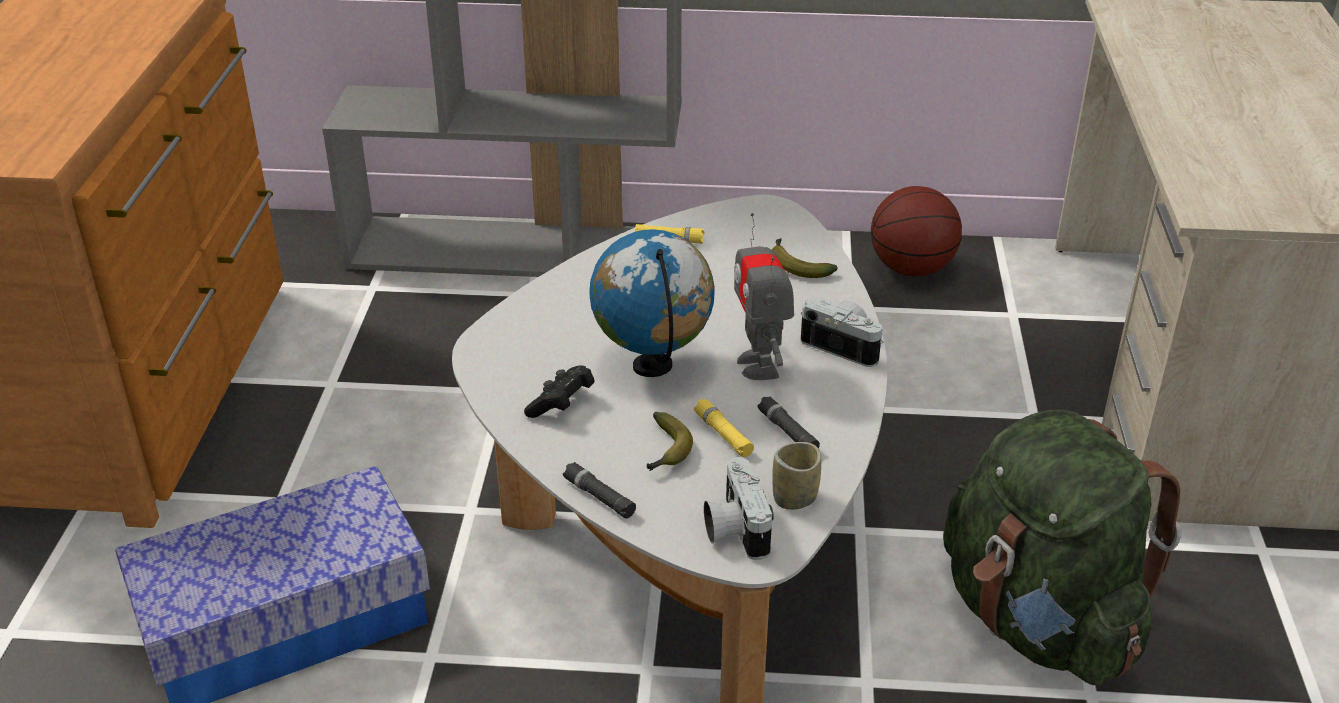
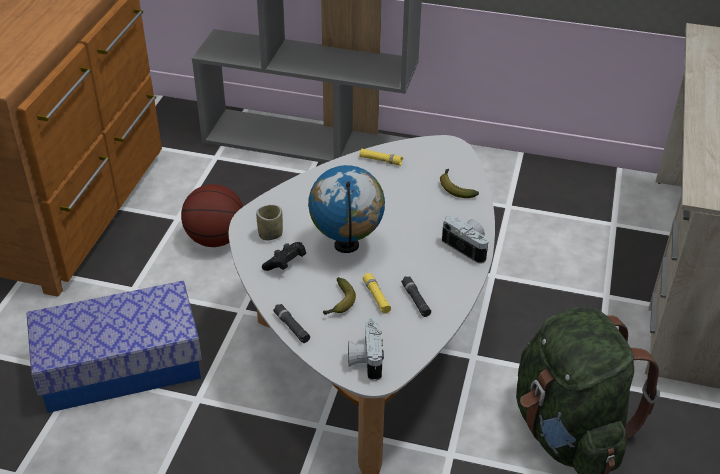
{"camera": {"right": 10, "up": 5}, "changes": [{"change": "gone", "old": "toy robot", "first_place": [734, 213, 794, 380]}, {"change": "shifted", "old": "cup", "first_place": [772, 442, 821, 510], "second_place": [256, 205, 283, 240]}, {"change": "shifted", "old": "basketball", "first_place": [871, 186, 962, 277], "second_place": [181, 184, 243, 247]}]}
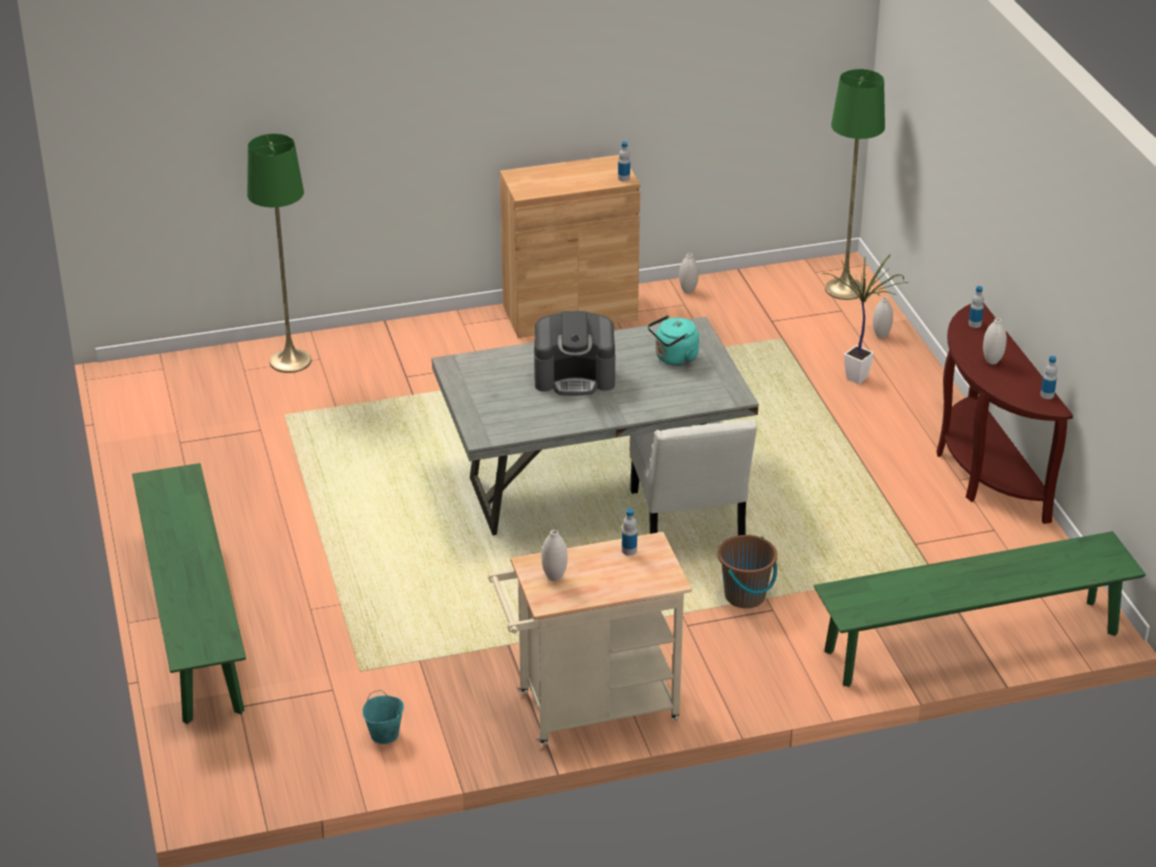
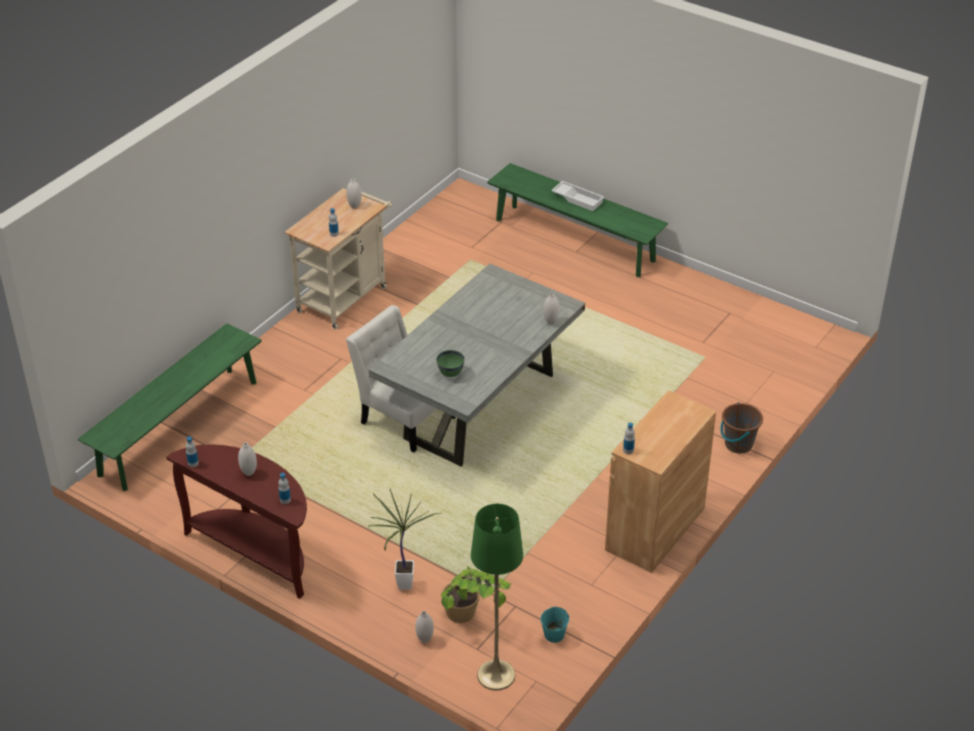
{"camera": {"right": 140, "up": 5}, "changes": [{"change": "gone", "old": "floor lamp/green", "first_place": [247, 134, 312, 373]}, {"change": "shifted", "old": "bucket/turquoise", "first_place": [362, 690, 404, 744], "second_place": [541, 606, 569, 643]}, {"change": "gone", "old": "coffee machine", "first_place": [534, 311, 615, 396]}, {"change": "swapped", "old": "kettle/turquoise", "new": "bowl/green", "first_place": [648, 315, 699, 366], "second_place": [436, 350, 465, 377]}, {"change": "shifted", "old": "vase/white", "first_place": [679, 253, 699, 294], "second_place": [543, 293, 560, 325]}, {"change": "shifted", "old": "bucket/brown", "first_place": [717, 535, 777, 608], "second_place": [720, 402, 763, 453]}, {"change": "new", "new": "potted plant", "second_place": [441, 566, 511, 623]}, {"change": "new", "new": "tray/white", "second_place": [551, 181, 604, 211]}]}
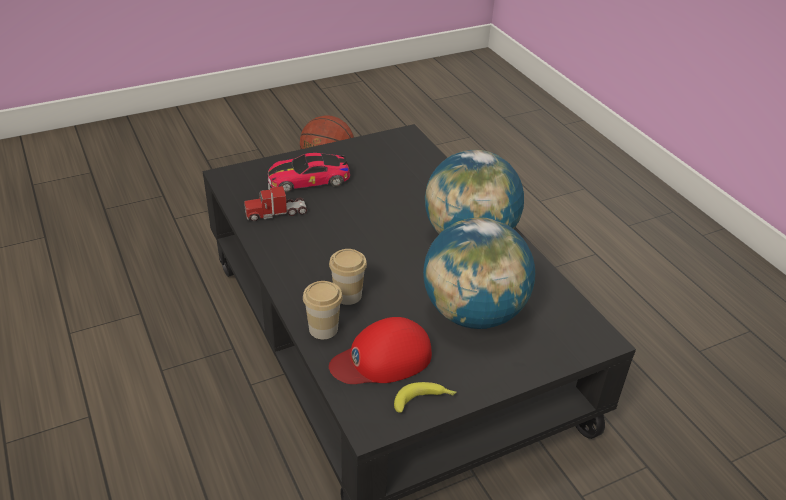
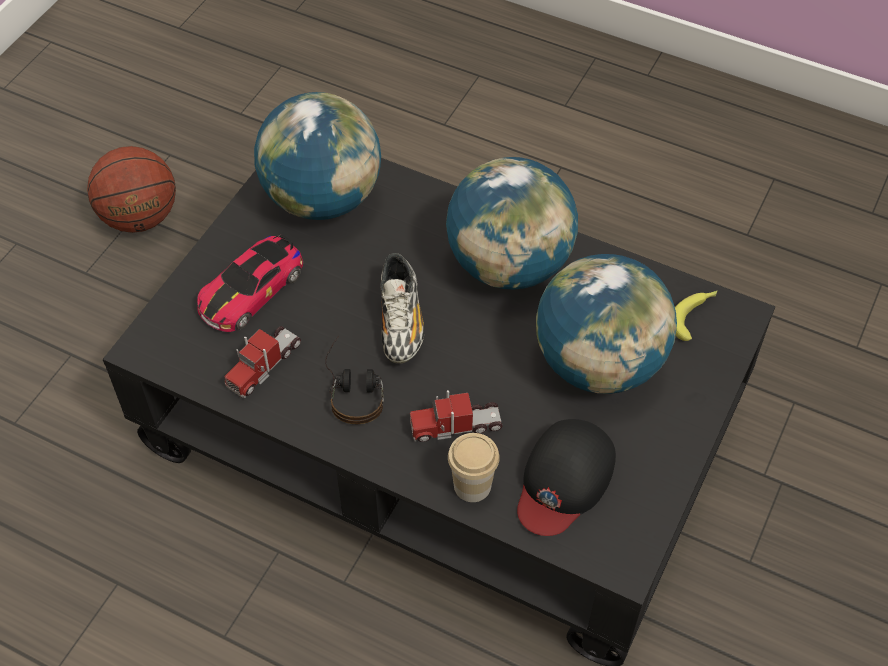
{"camera": {"right": -35, "up": 15}, "changes": [{"change": "swapped", "old": "cup", "new": "toy truck", "first_place": [329, 249, 367, 305], "second_place": [410, 390, 503, 442]}, {"change": "repainted", "old": "cap/red", "new": "cap/black", "first_place": [329, 317, 432, 384], "second_place": [517, 419, 616, 536]}, {"change": "shifted", "old": "banana", "first_place": [394, 382, 457, 413], "second_place": [675, 291, 717, 341]}, {"change": "new", "new": "globe", "second_place": [254, 92, 381, 220]}, {"change": "new", "new": "headphones", "second_place": [325, 336, 384, 424]}, {"change": "new", "new": "shoe", "second_place": [380, 253, 424, 363]}]}
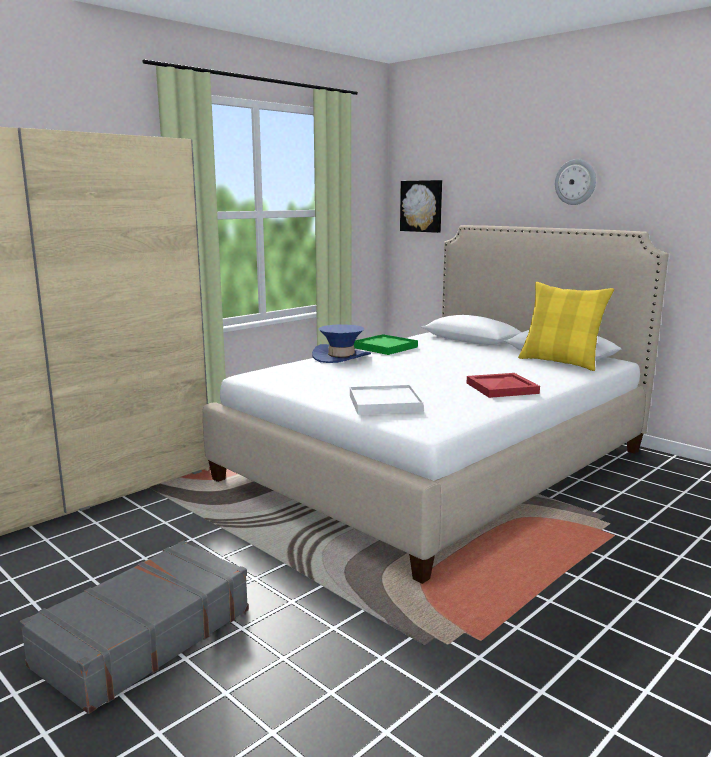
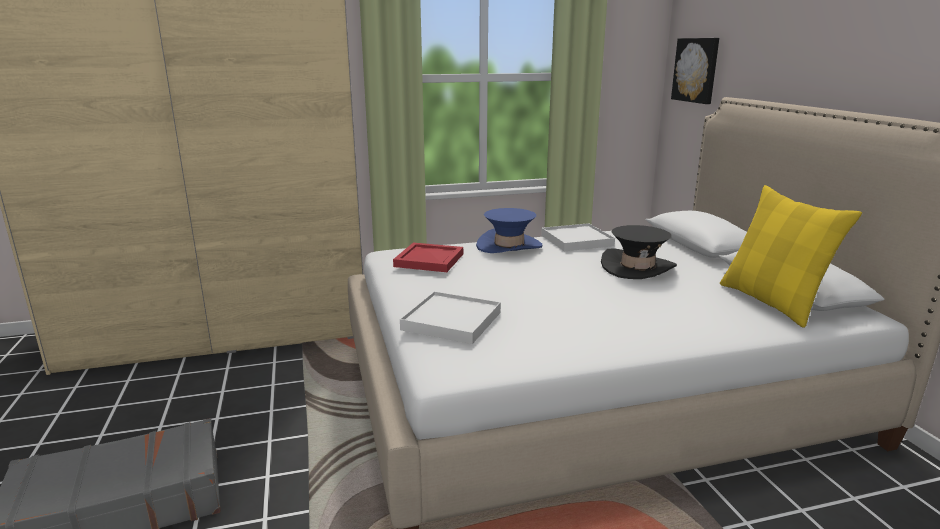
{"camera": {"right": 30, "up": 5}, "changes": [{"change": "repainted", "old": "tray/green", "new": "tray/white", "first_place": [354, 334, 418, 355], "second_place": [541, 223, 615, 251]}, {"change": "shifted", "old": "tray/red", "first_place": [467, 373, 540, 398], "second_place": [393, 243, 463, 272]}, {"change": "gone", "old": "wall clock", "first_place": [555, 159, 596, 205]}, {"change": "new", "new": "hat/black", "second_place": [601, 225, 677, 279]}]}
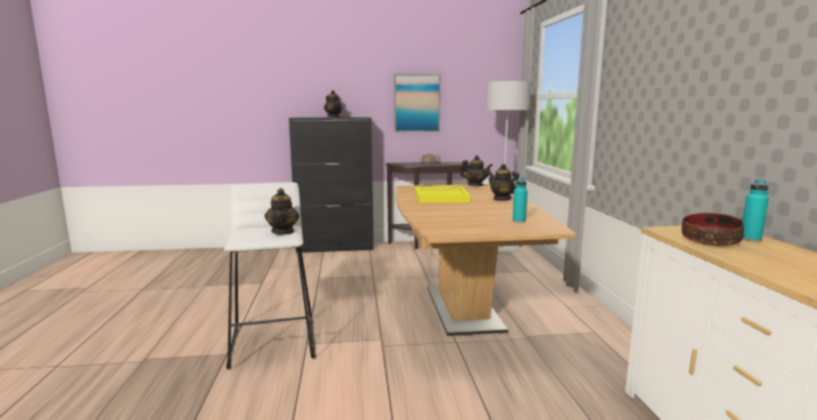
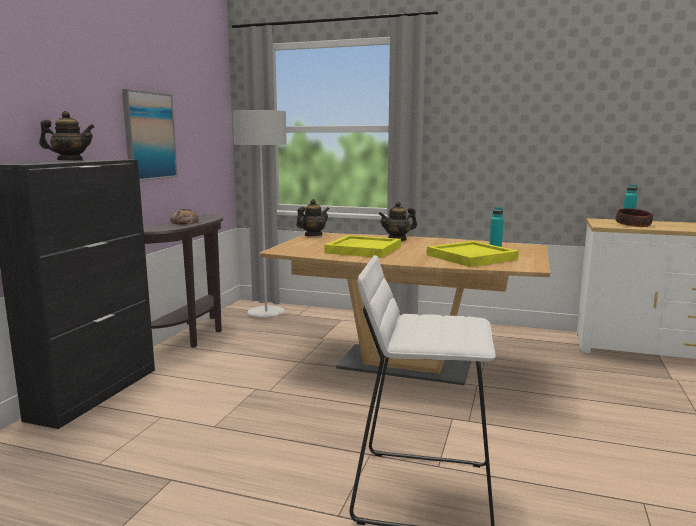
{"camera": {"right": -65, "up": 0}, "changes": [{"change": "gone", "old": "teapot", "first_place": [265, 188, 299, 235]}, {"change": "new", "new": "tray/yellow", "second_place": [427, 241, 519, 267]}]}
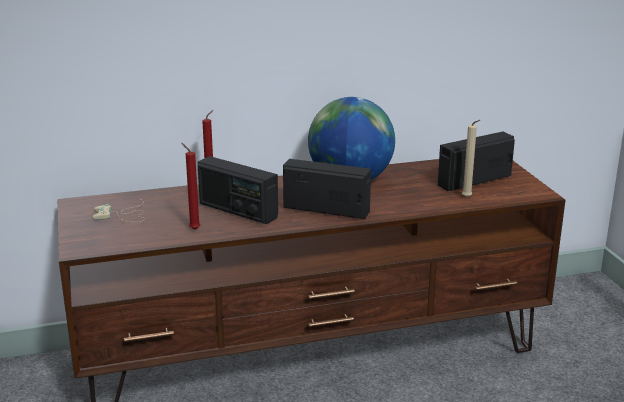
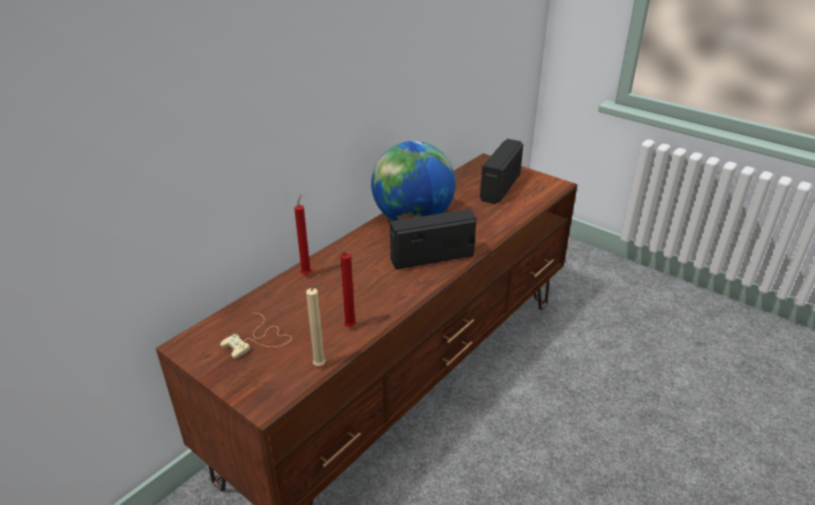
{"camera": {"right": -35, "up": 10}, "changes": [{"change": "gone", "old": "radio", "first_place": [198, 156, 278, 224]}, {"change": "shifted", "old": "candle/beige", "first_place": [462, 120, 480, 198], "second_place": [306, 283, 326, 366]}]}
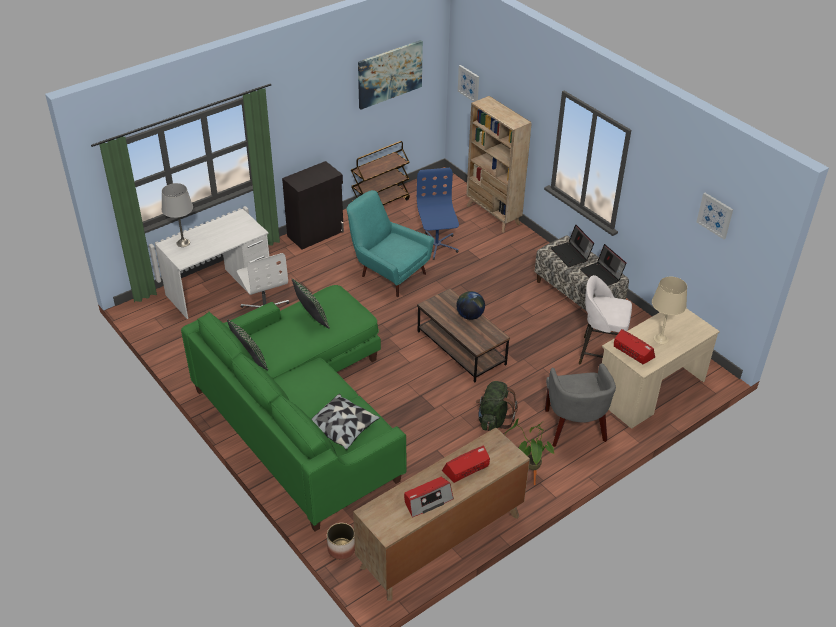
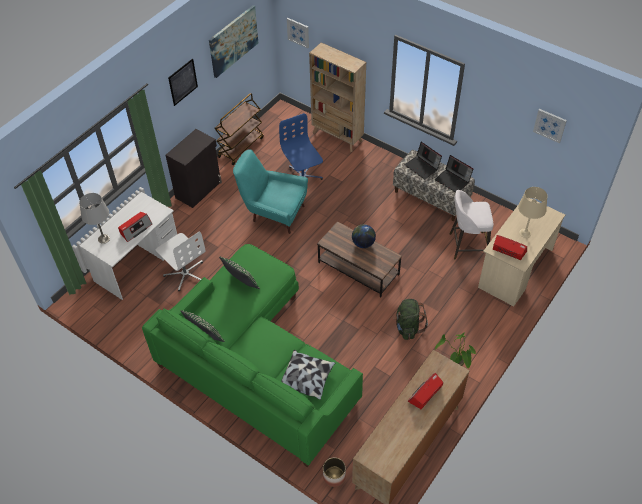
{"camera": {"right": -15, "up": 10}, "changes": [{"change": "shifted", "old": "radio", "first_place": [404, 477, 454, 517], "second_place": [118, 212, 152, 242]}, {"change": "gone", "old": "armchair/grey", "first_place": [545, 363, 616, 447]}, {"change": "new", "new": "picture", "second_place": [168, 58, 198, 106]}]}
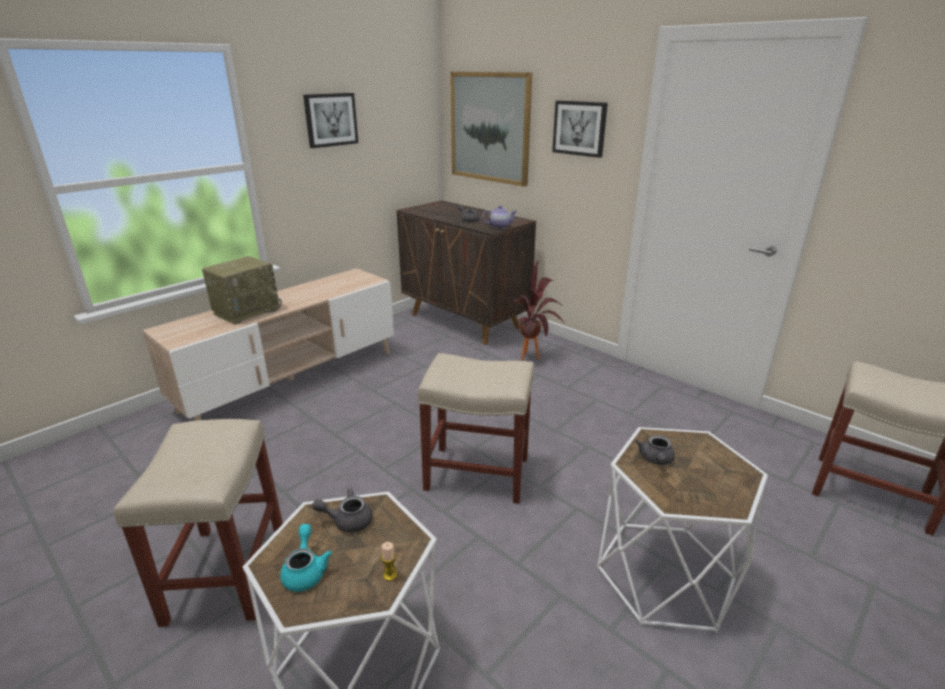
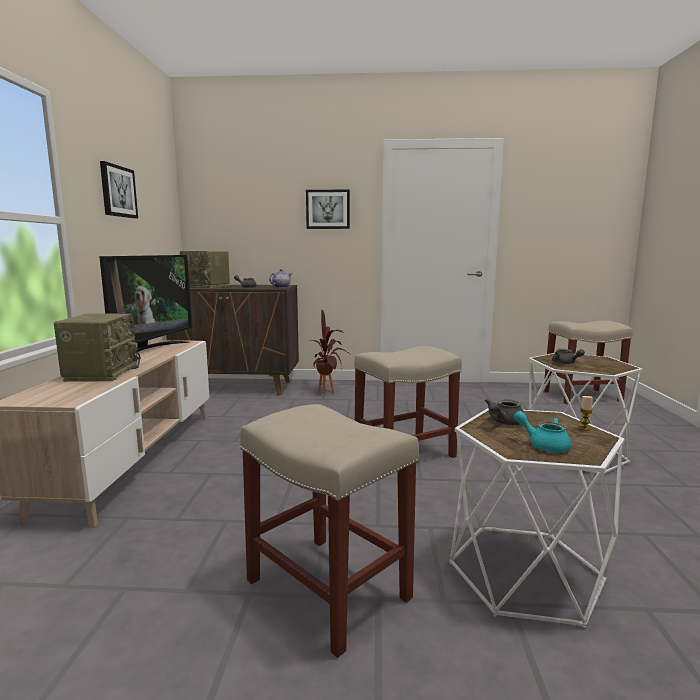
{"camera": {"right": -40, "up": -15}, "changes": [{"change": "gone", "old": "picture", "first_place": [450, 72, 532, 187]}, {"change": "new", "new": "television", "second_place": [99, 255, 192, 360]}, {"change": "new", "new": "radio", "second_place": [180, 251, 230, 288]}]}
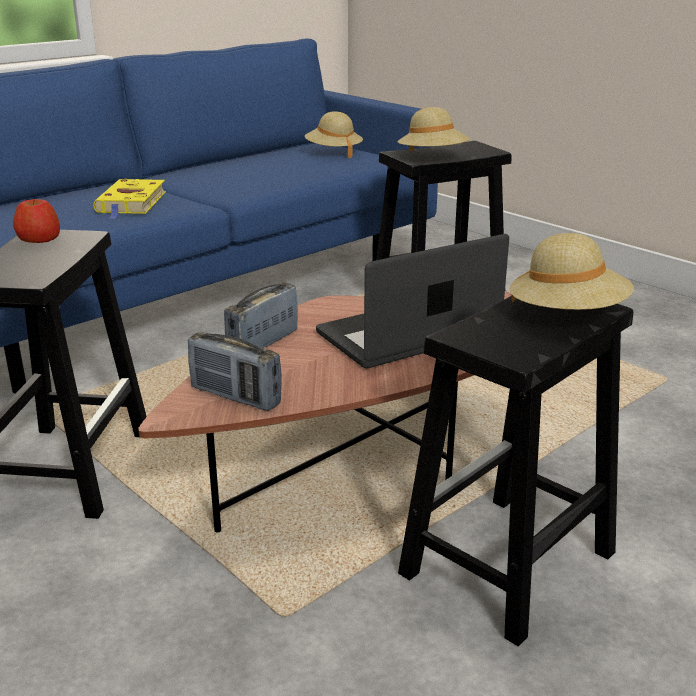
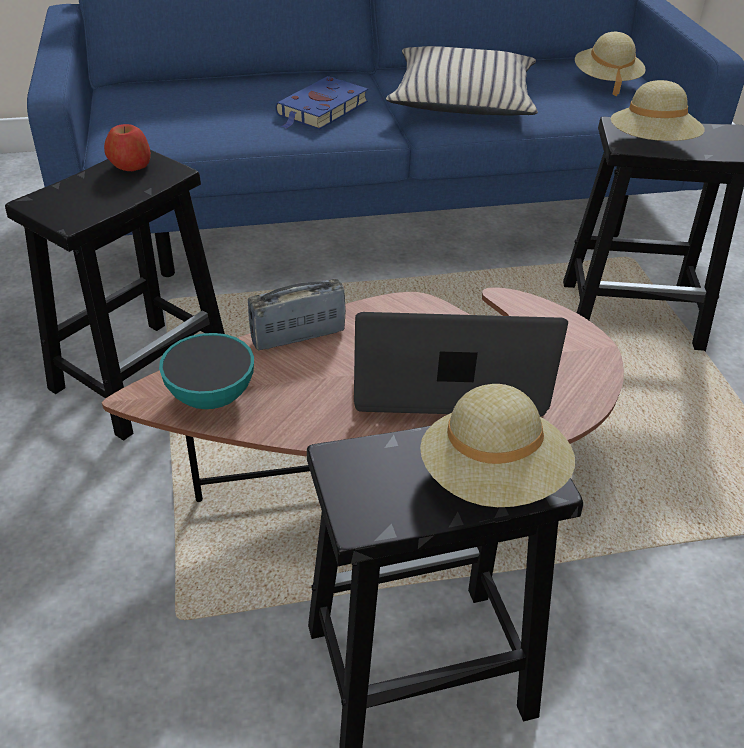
{"camera": {"right": 30, "up": 15}, "changes": [{"change": "repainted", "old": "book/yellow", "new": "book/blue", "first_place": [93, 179, 166, 219], "second_place": [275, 76, 368, 130]}, {"change": "swapped", "old": "radio", "new": "bowl", "first_place": [188, 332, 282, 411], "second_place": [159, 333, 254, 409]}, {"change": "new", "new": "pillow/beige", "second_place": [386, 46, 538, 116]}]}
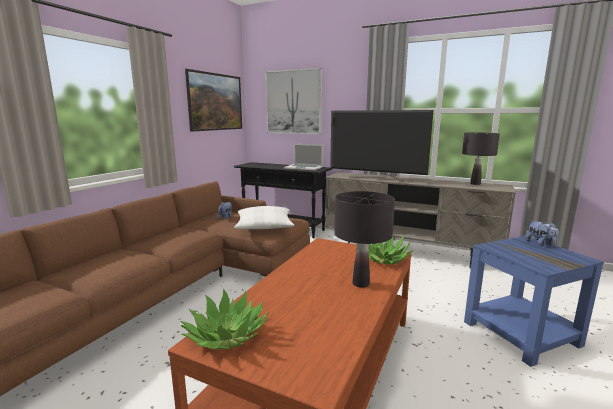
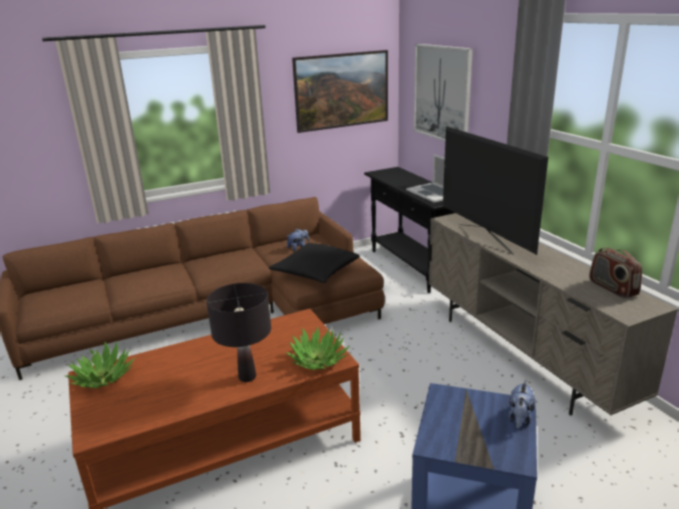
{"camera": {"right": 40, "up": 10}, "changes": [{"change": "repainted", "old": "pillow/white", "new": "pillow/black", "first_place": [234, 206, 294, 229], "second_place": [269, 243, 360, 283]}, {"change": "swapped", "old": "table lamp/black", "new": "radio", "first_place": [462, 132, 500, 185], "second_place": [589, 248, 642, 299]}]}
